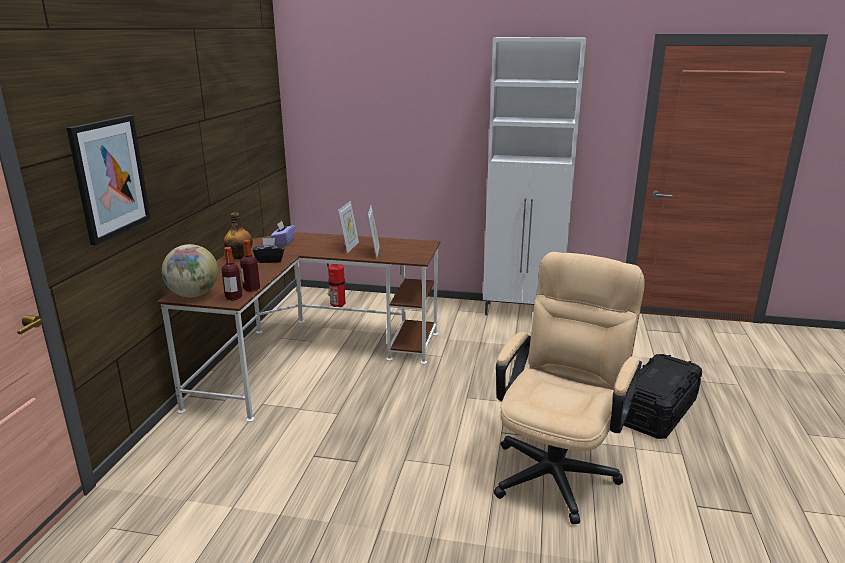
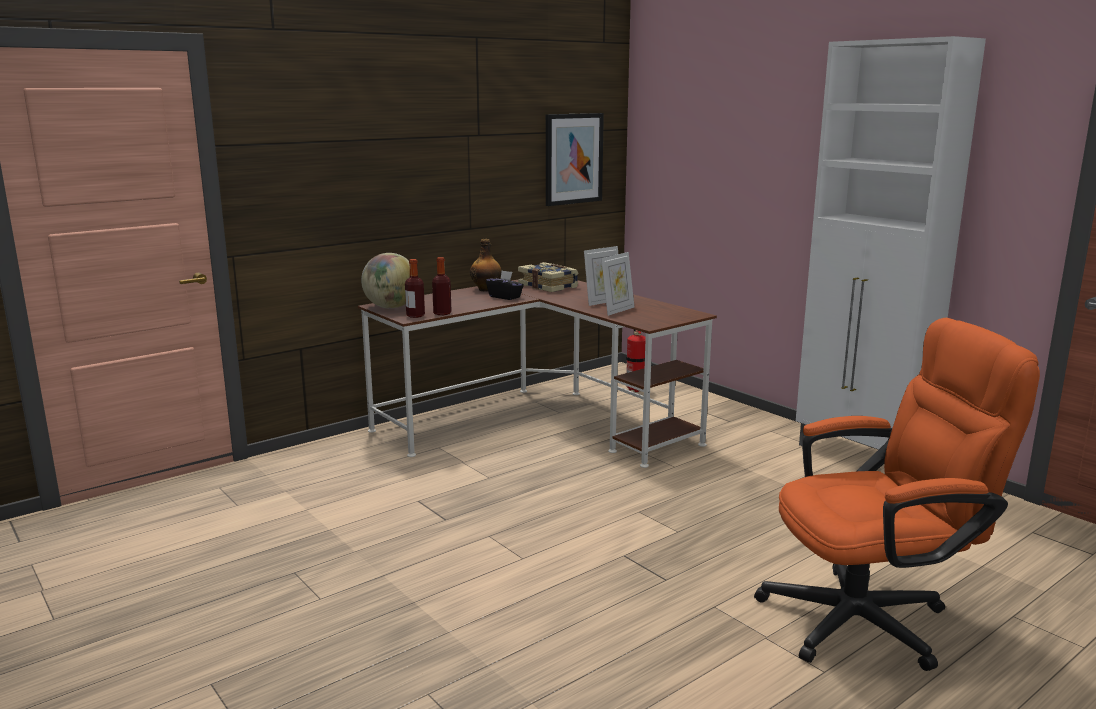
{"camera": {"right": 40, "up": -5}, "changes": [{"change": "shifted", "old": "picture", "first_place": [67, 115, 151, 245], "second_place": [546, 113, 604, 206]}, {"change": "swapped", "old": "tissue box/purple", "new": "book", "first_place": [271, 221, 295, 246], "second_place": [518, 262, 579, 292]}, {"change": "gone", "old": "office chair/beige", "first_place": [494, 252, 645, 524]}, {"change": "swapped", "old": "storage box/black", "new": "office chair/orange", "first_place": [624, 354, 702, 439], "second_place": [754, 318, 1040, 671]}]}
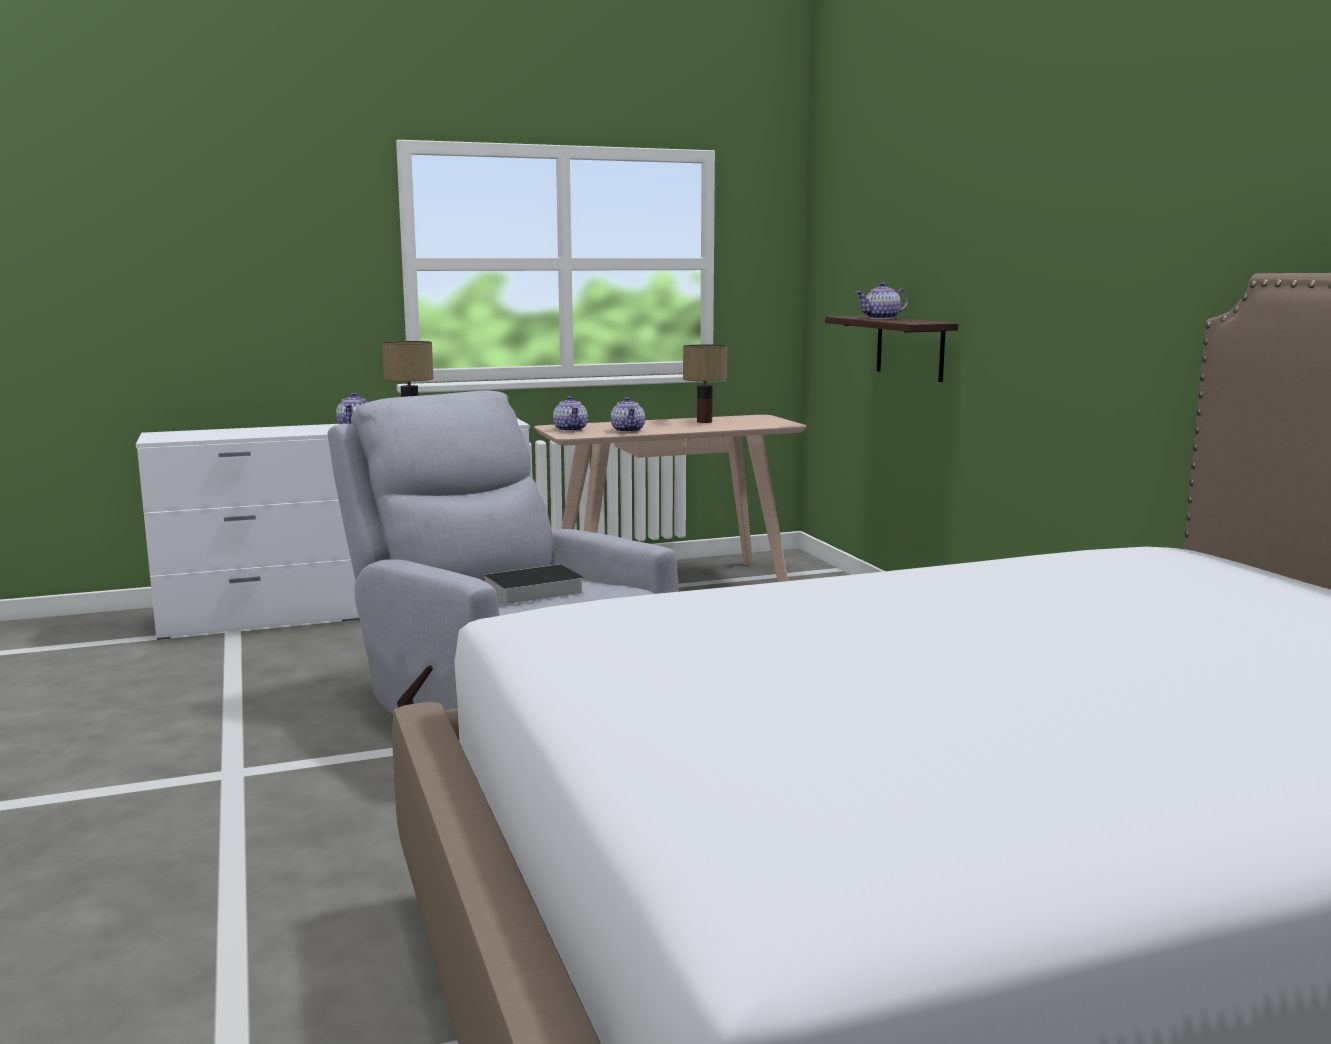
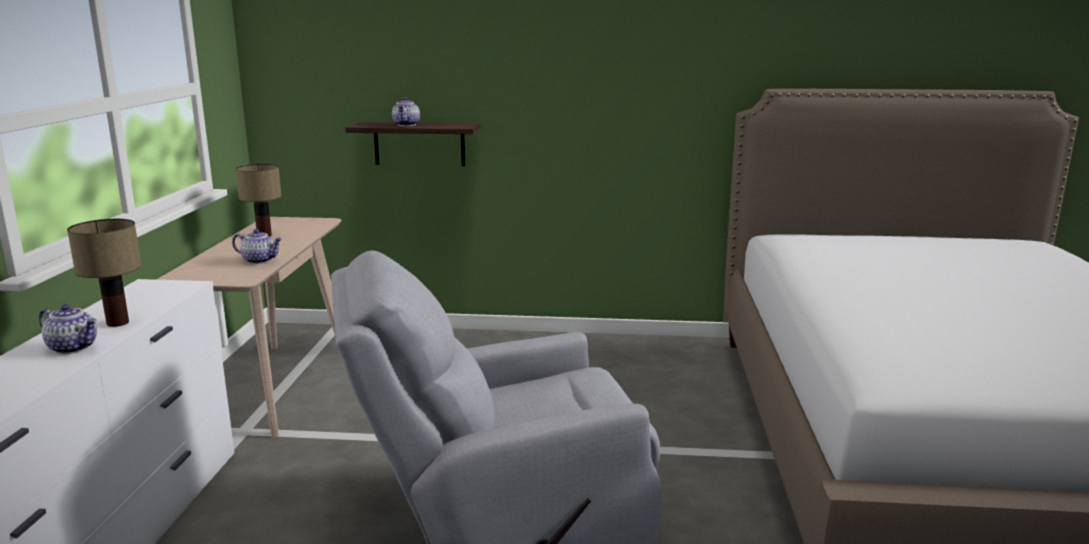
{"camera": {"right": -65, "up": 5}, "changes": [{"change": "gone", "old": "book", "first_place": [483, 564, 584, 605]}, {"change": "gone", "old": "teapot", "first_place": [553, 396, 588, 432]}]}
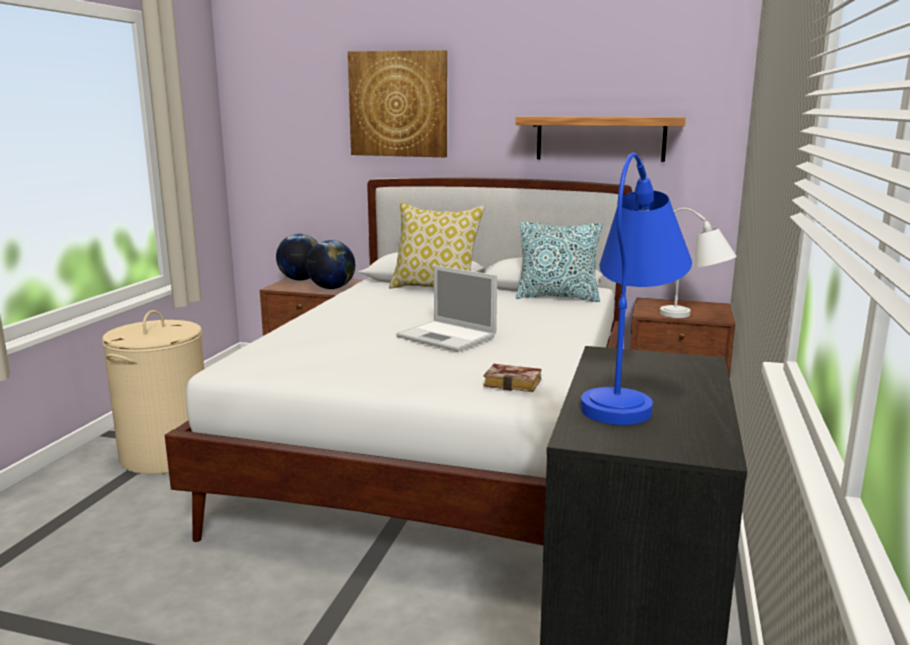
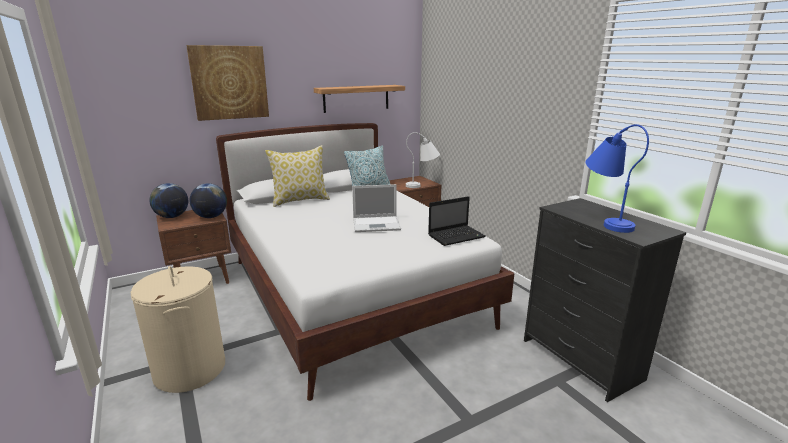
{"camera": {"right": -45, "up": 5}, "changes": [{"change": "swapped", "old": "book", "new": "laptop", "first_place": [483, 364, 541, 392], "second_place": [428, 196, 486, 246]}]}
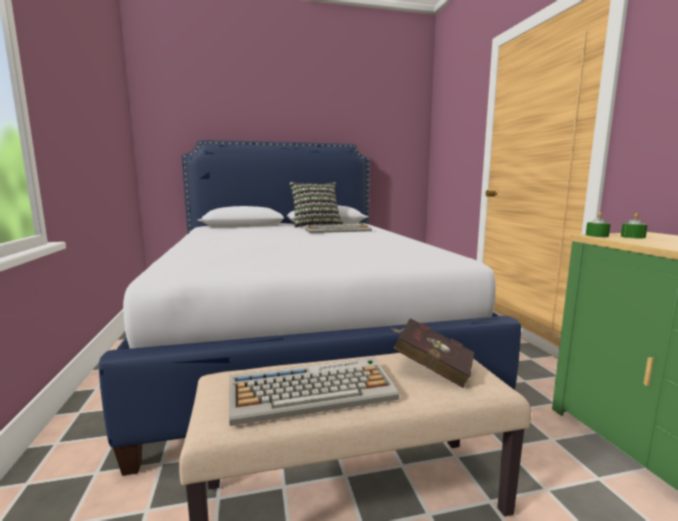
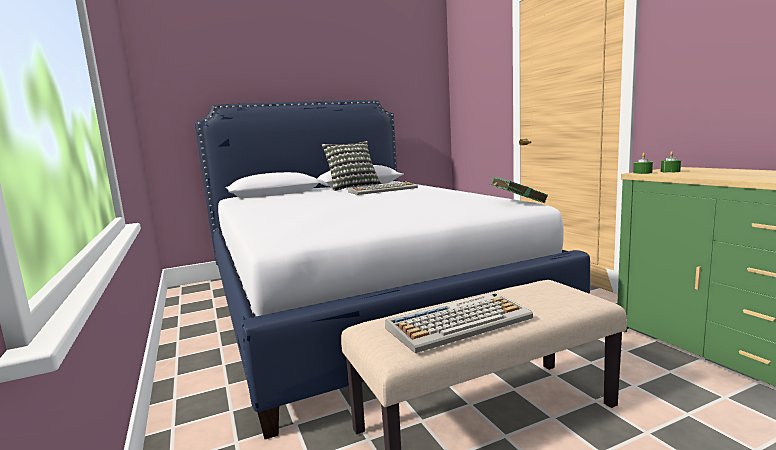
{"camera": {"right": -10, "up": 0}, "changes": [{"change": "gone", "old": "book/red", "first_place": [390, 318, 474, 388]}, {"change": "new", "new": "book/green", "second_place": [490, 177, 548, 203]}]}
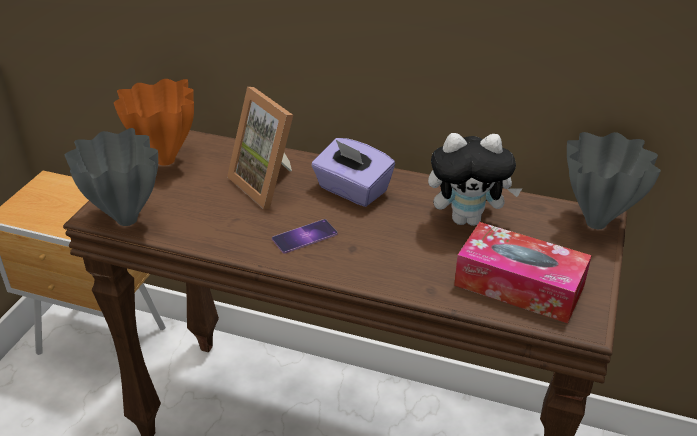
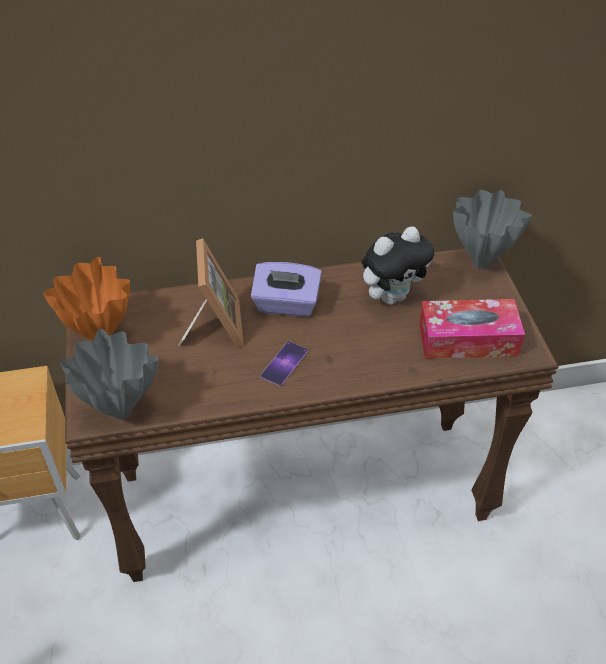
{"camera": {"right": -30, "up": 10}, "changes": [{"change": "rotated", "old": "picture frame", "first_place": [227, 87, 293, 209], "second_place": [178, 238, 243, 347], "degrees": -120}]}
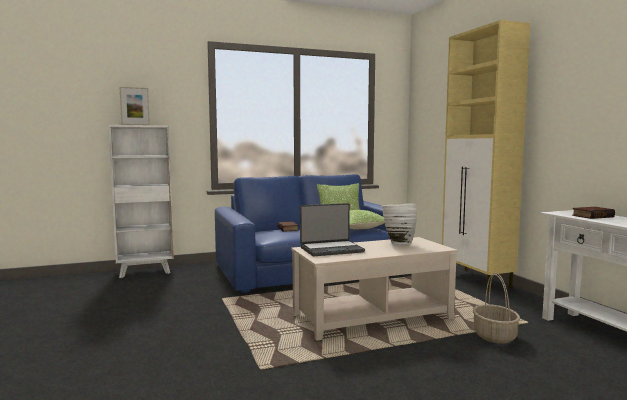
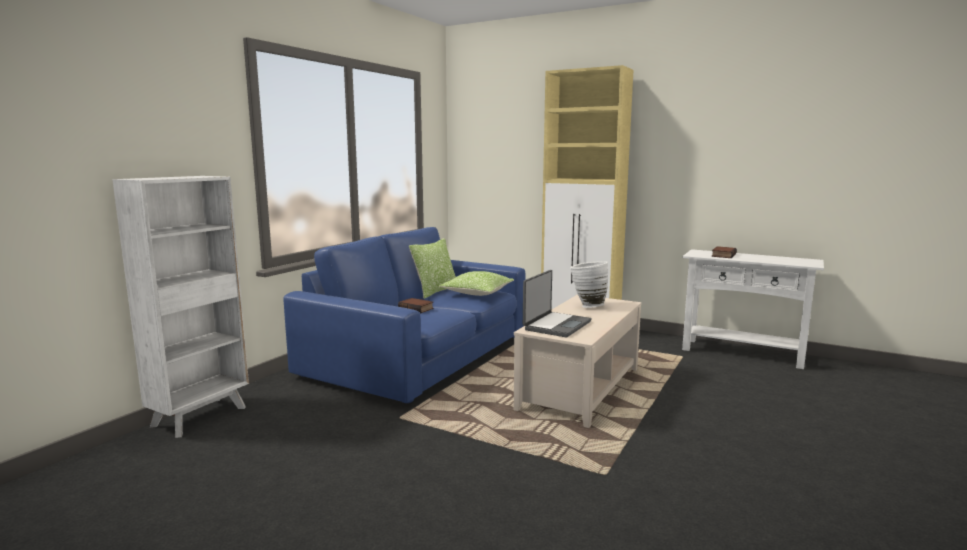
{"camera": {"right": -40, "up": 5}, "changes": [{"change": "gone", "old": "picture frame", "first_place": [120, 87, 150, 125]}, {"change": "gone", "old": "basket", "first_place": [473, 273, 520, 344]}]}
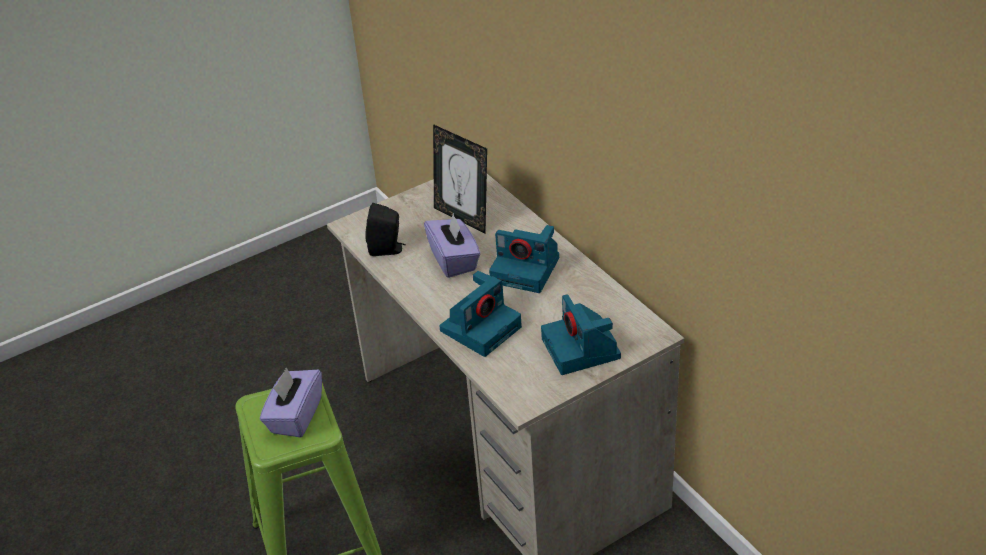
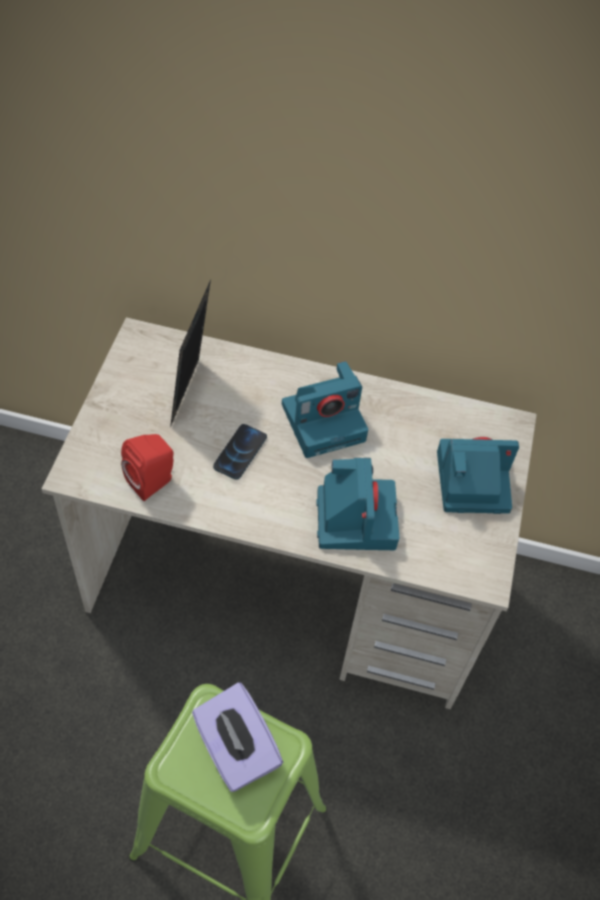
{"camera": {"right": -50, "up": 15}, "changes": [{"change": "repainted", "old": "speaker/black", "new": "speaker/red", "first_place": [365, 203, 406, 256], "second_place": [121, 434, 173, 501]}, {"change": "swapped", "old": "tissue box/purple", "new": "phone", "first_place": [424, 213, 480, 278], "second_place": [213, 424, 267, 480]}, {"change": "rotated", "old": "picture frame", "first_place": [433, 124, 487, 234], "second_place": [170, 280, 211, 427], "degrees": 105}, {"change": "rotated", "old": "photo camera", "first_place": [541, 294, 621, 375], "second_place": [437, 437, 519, 514], "degrees": 150}]}
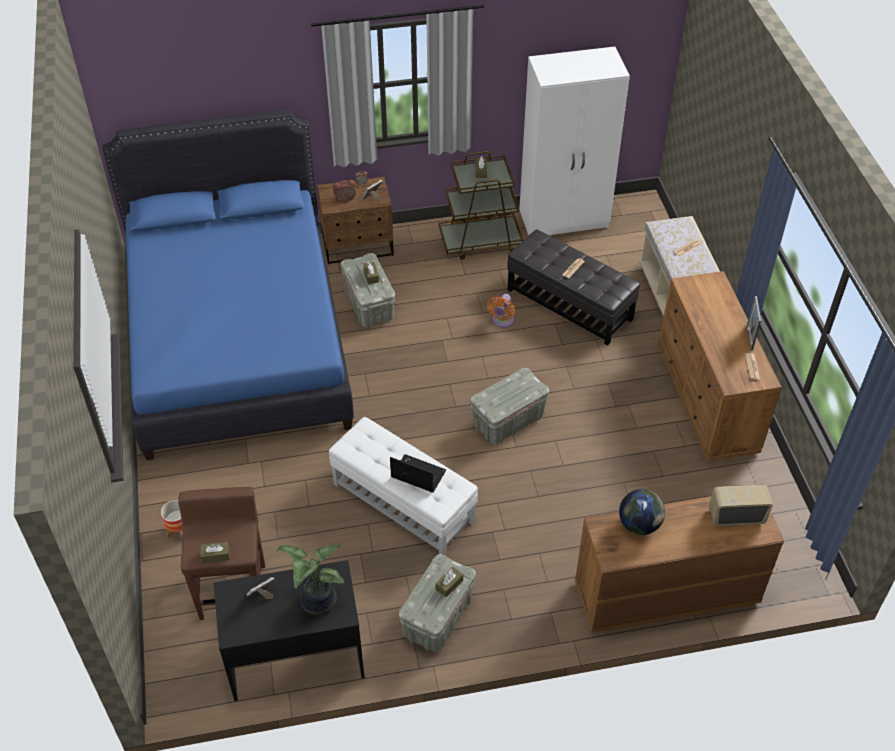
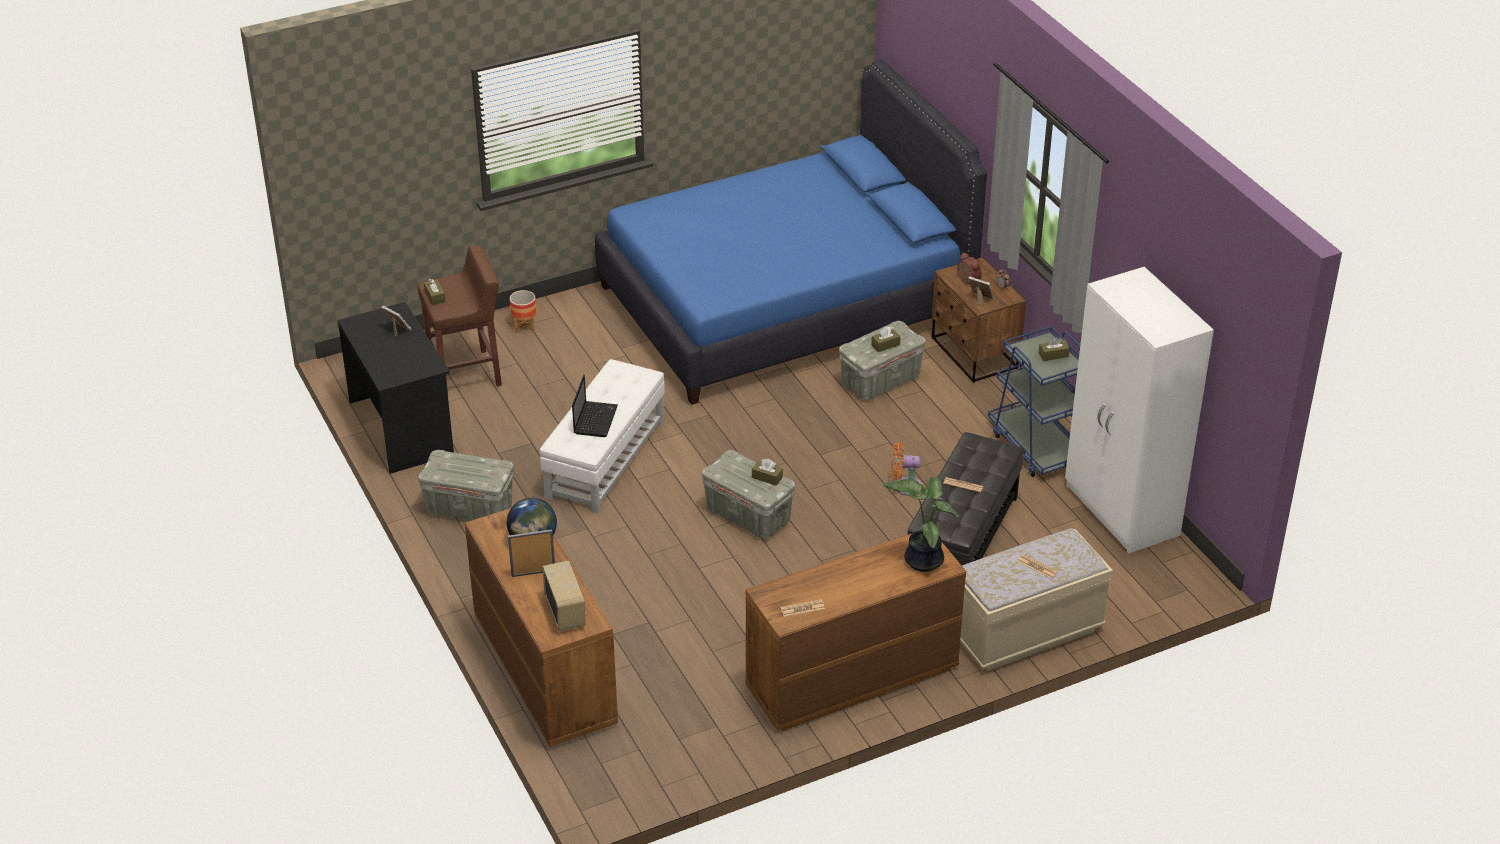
{"camera": {"right": 75, "up": -10}, "changes": [{"change": "shifted", "old": "potted plant", "first_place": [277, 544, 344, 615], "second_place": [882, 477, 959, 572]}, {"change": "shifted", "old": "tissue box/brown", "first_place": [436, 567, 463, 597], "second_place": [752, 459, 783, 486]}, {"change": "repainted", "old": "cart/brown", "new": "cart/blue", "first_place": [439, 151, 523, 260], "second_place": [988, 326, 1080, 477]}, {"change": "shifted", "old": "picture frame", "first_place": [747, 296, 761, 350], "second_place": [508, 529, 555, 577]}]}
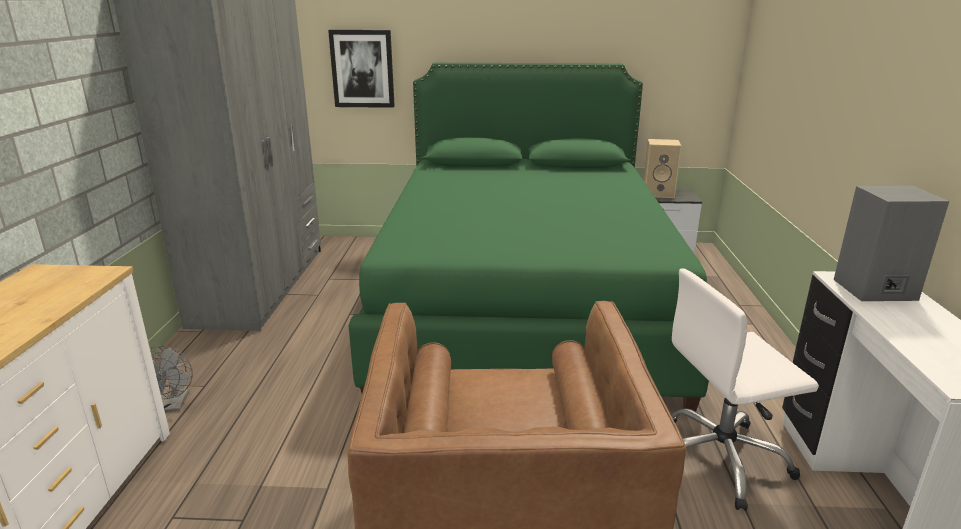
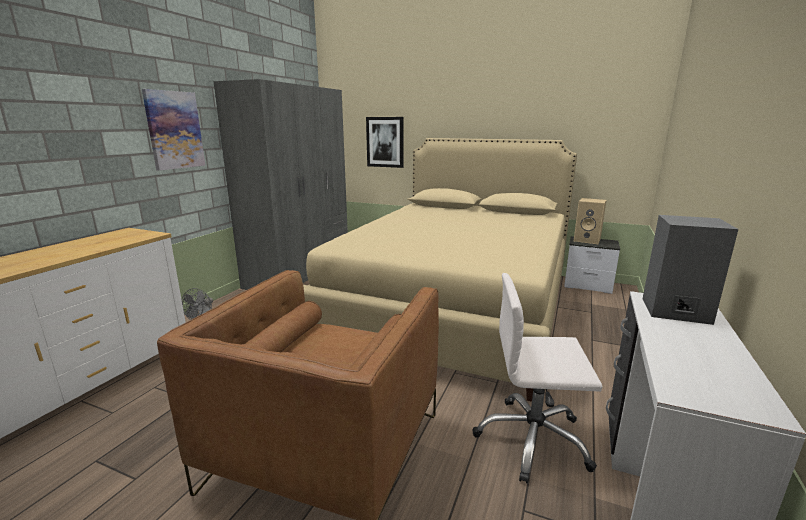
{"camera": {"right": 20, "up": -5}, "changes": [{"change": "repainted", "old": "bed/green", "new": "bed/beige", "first_place": [349, 63, 709, 412], "second_place": [303, 138, 577, 402]}, {"change": "new", "new": "picture", "second_place": [142, 89, 205, 171]}]}
